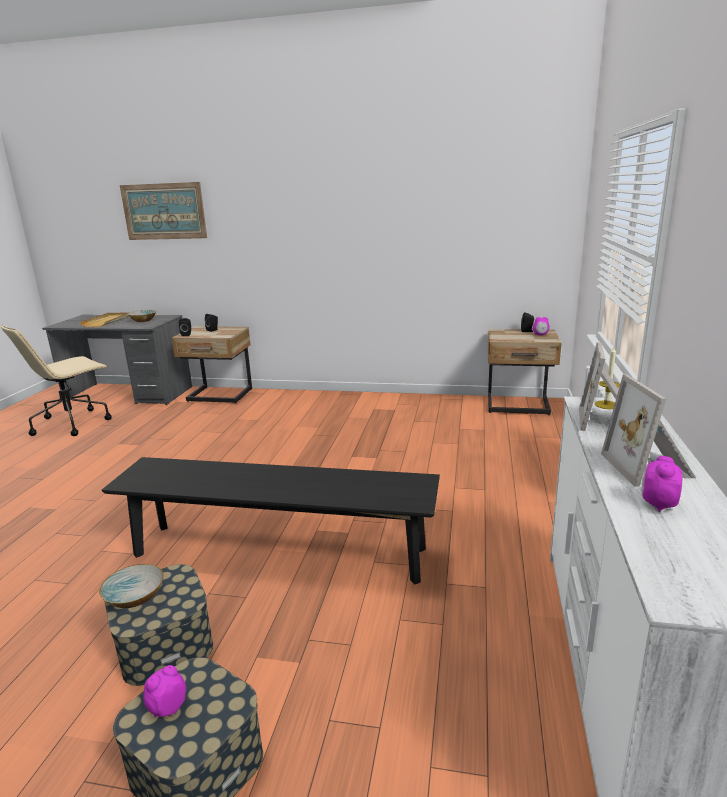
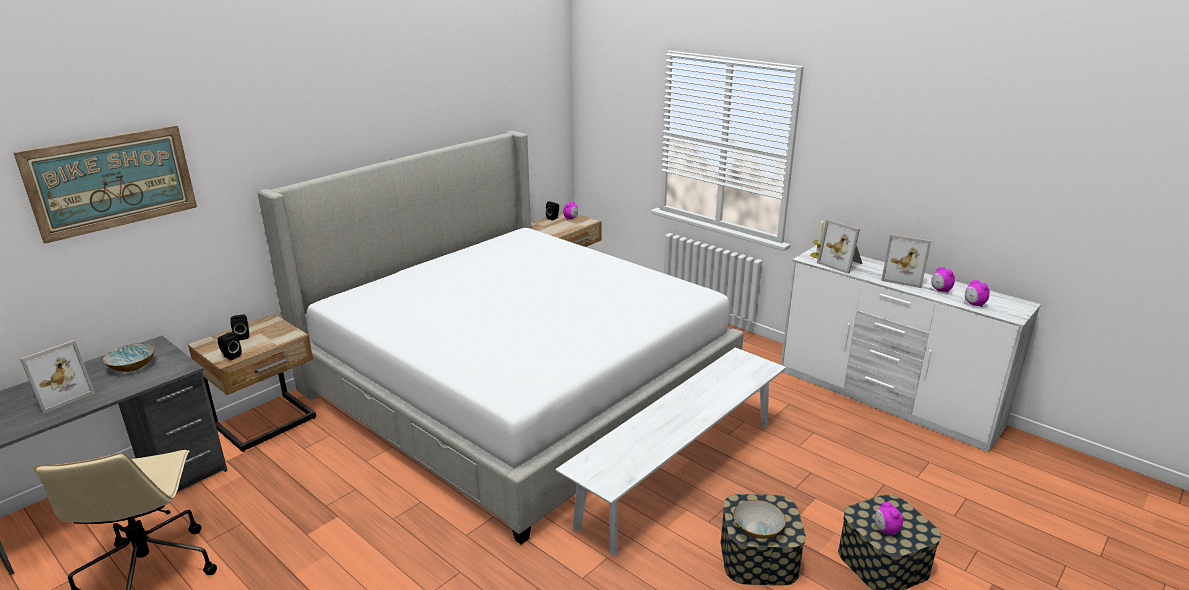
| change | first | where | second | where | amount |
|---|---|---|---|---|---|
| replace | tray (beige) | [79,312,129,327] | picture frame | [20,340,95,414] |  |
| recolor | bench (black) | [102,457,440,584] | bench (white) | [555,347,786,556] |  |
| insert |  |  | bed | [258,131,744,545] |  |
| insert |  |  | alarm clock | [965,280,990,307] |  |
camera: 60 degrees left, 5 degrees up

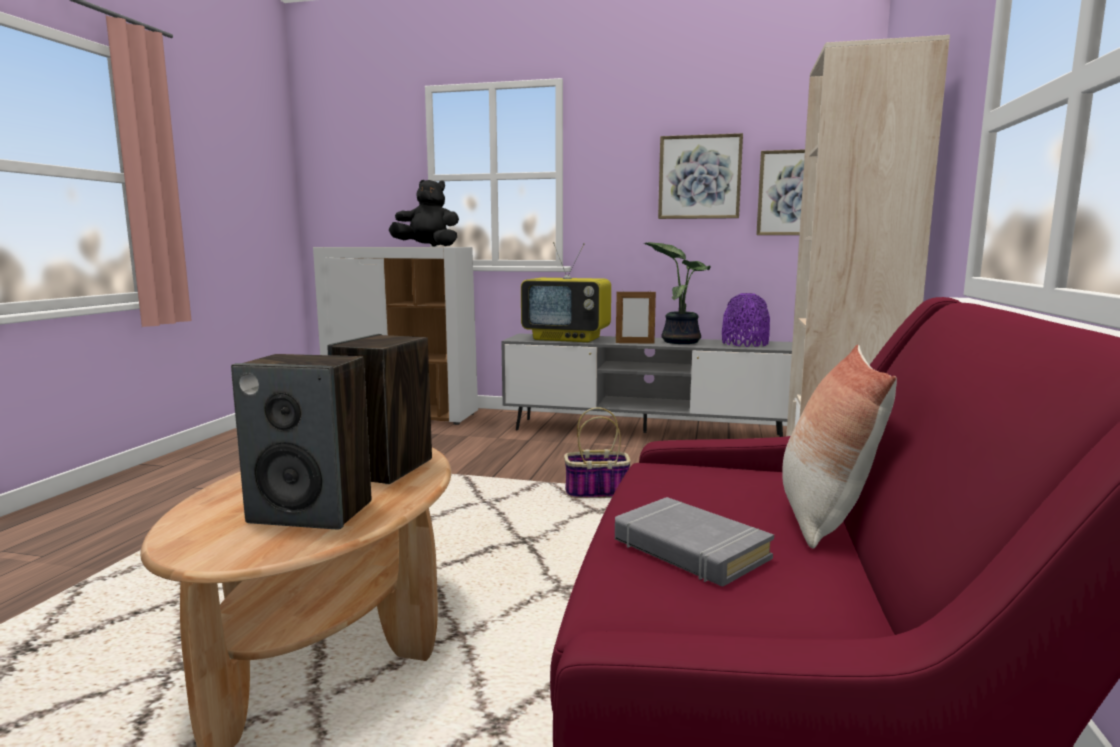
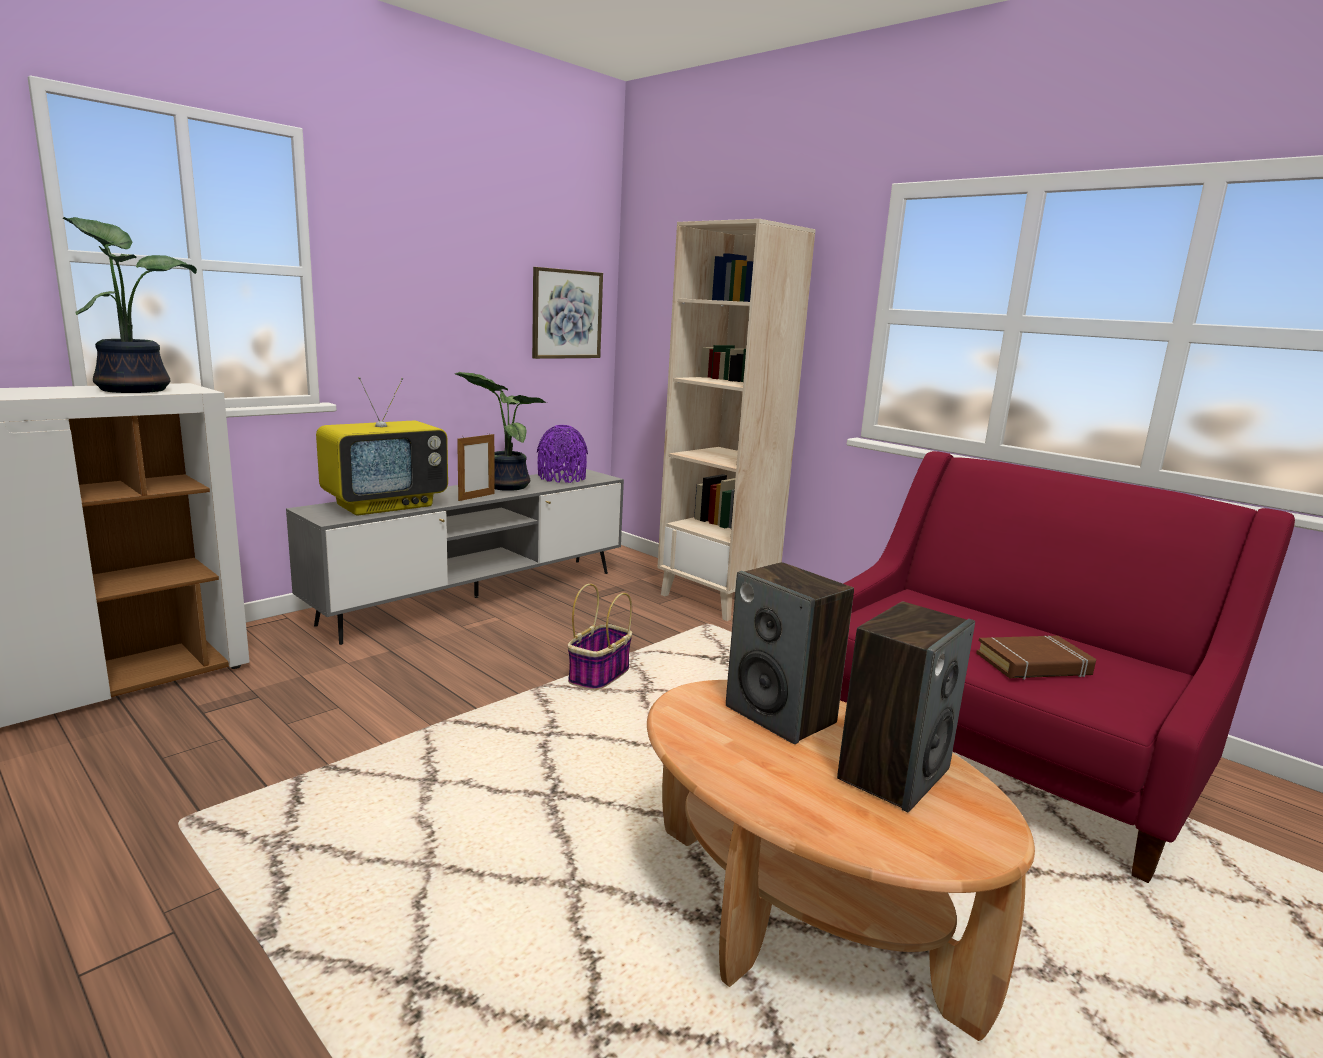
| change | first | where | second | where | amount |
|---|---|---|---|---|---|
| delete | picture | [658,133,743,219] |  |  |  |
| replace | plush toy (black) | [389,180,459,247] | potted plant | [63,217,197,393] |  |
| delete | pillow | [782,345,897,548] |  |  |  |
| recolor | book (grey) | [615,497,774,587] | book (brown) | [976,636,1096,680] |  |
camera: 60 degrees left, 5 degrees up

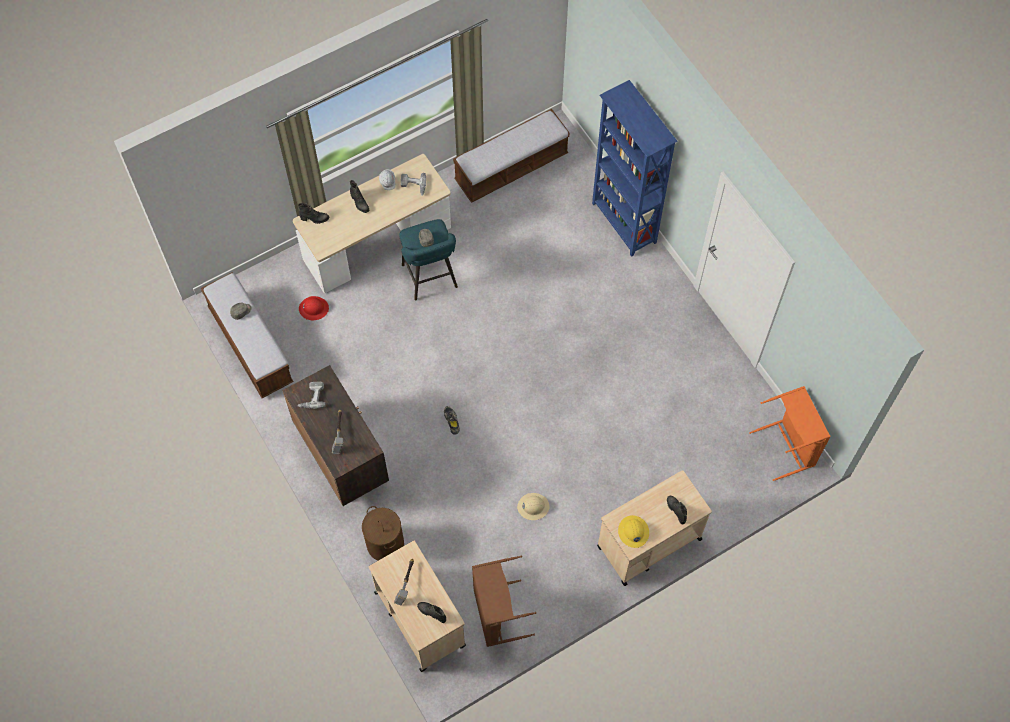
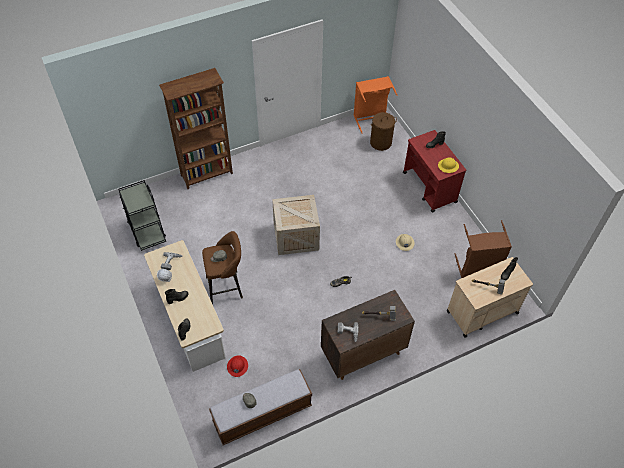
| change | first | where | second | where | amount |
|---|---|---|---|---|---|
| recolor | bookcase (blue) | [592,80,677,257] | bookcase (brown) | [159,68,233,189] |  |
| replace | bench | [453,109,570,203] | cart (black) | [118,180,166,251] |  |
| recolor | stool (turquoise) | [399,219,458,300] | stool (brown) | [202,231,243,304] |  |
| recolor | cart (beige) | [597,470,712,586] | cart (red) | [403,130,466,213] |  |
| move | laundry basket (brown) | [362,506,404,560] |  | [370,112,397,151] |  |
| insert |  |  | crate | [272,195,320,255] |  |
camera: 85 degrees left, 10 degrees down

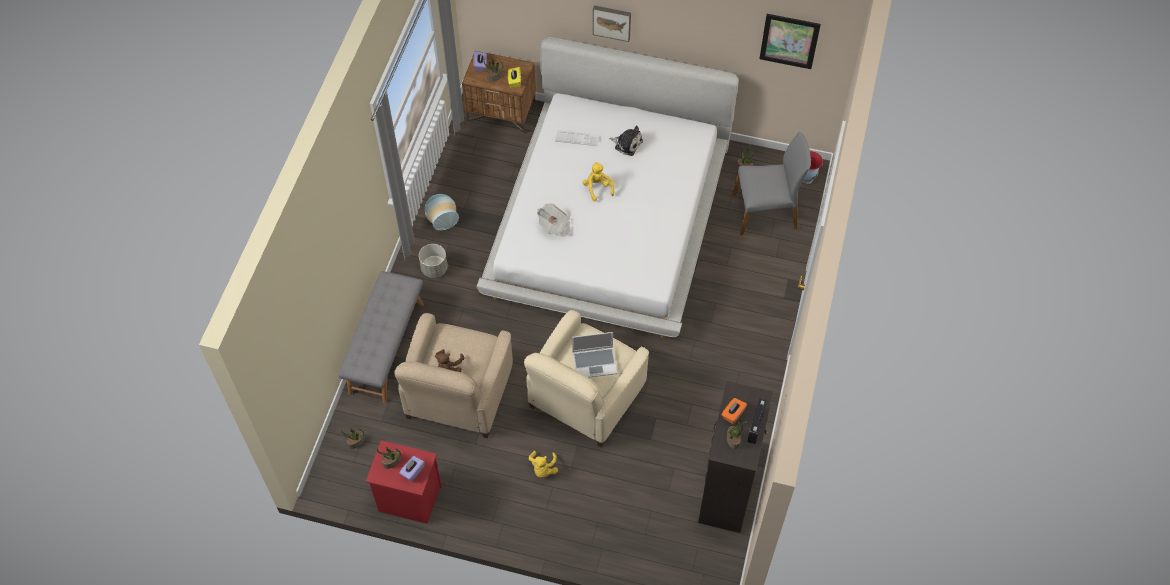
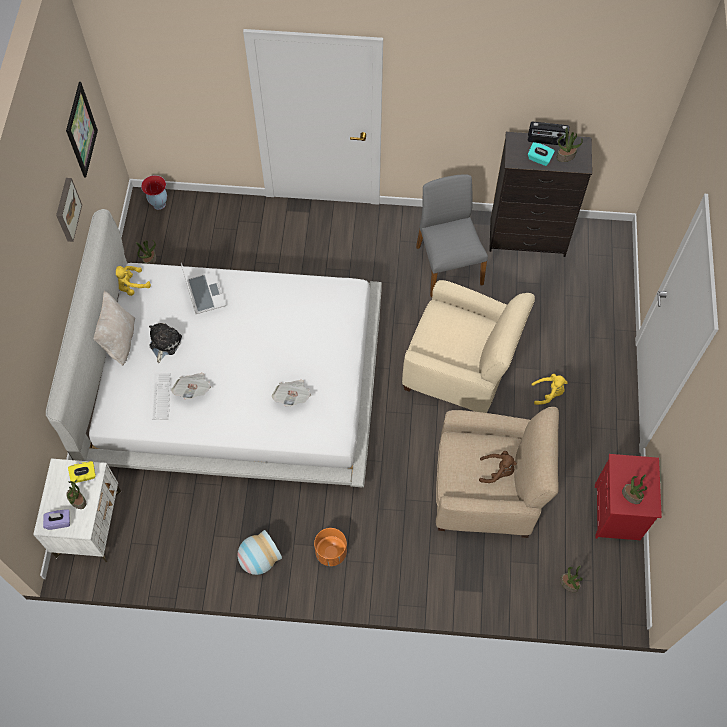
| change | first | where | second | where | amount |
|---|---|---|---|---|---|
| move | picture | [593,5,631,42] |  | [56,178,82,242] |  |
| recolor | nightstand (brown) | [462,51,536,134] | nightstand (white) | [33,458,121,562] |  |
| move | chair (grey) | [733,132,811,235] |  | [416,174,488,297] |  |
| move | plush toy (yellow) | [583,162,614,202] |  | [116,266,151,296] |  |
| recolor | planter (grey) | [419,244,448,278] | planter (orange) | [314,528,347,566] |  |
| delete | bench (grey) | [338,271,424,404] |  |  |  |
| move | laptop | [572,332,617,378] |  | [181,263,226,314] |  |
| recolor | tissue box (orange) | [722,398,747,424] | tissue box (turquoise) | [528,142,555,166] |  |
| delete | tissue box (purple) | [399,456,425,482] |  |  |  |
| insert |  |  | pillow (beige) | [94,291,135,366] |  |
| insert |  |  | newspaper | [171,373,211,399] |  |
camera: 100 degrees left, 5 degrees up

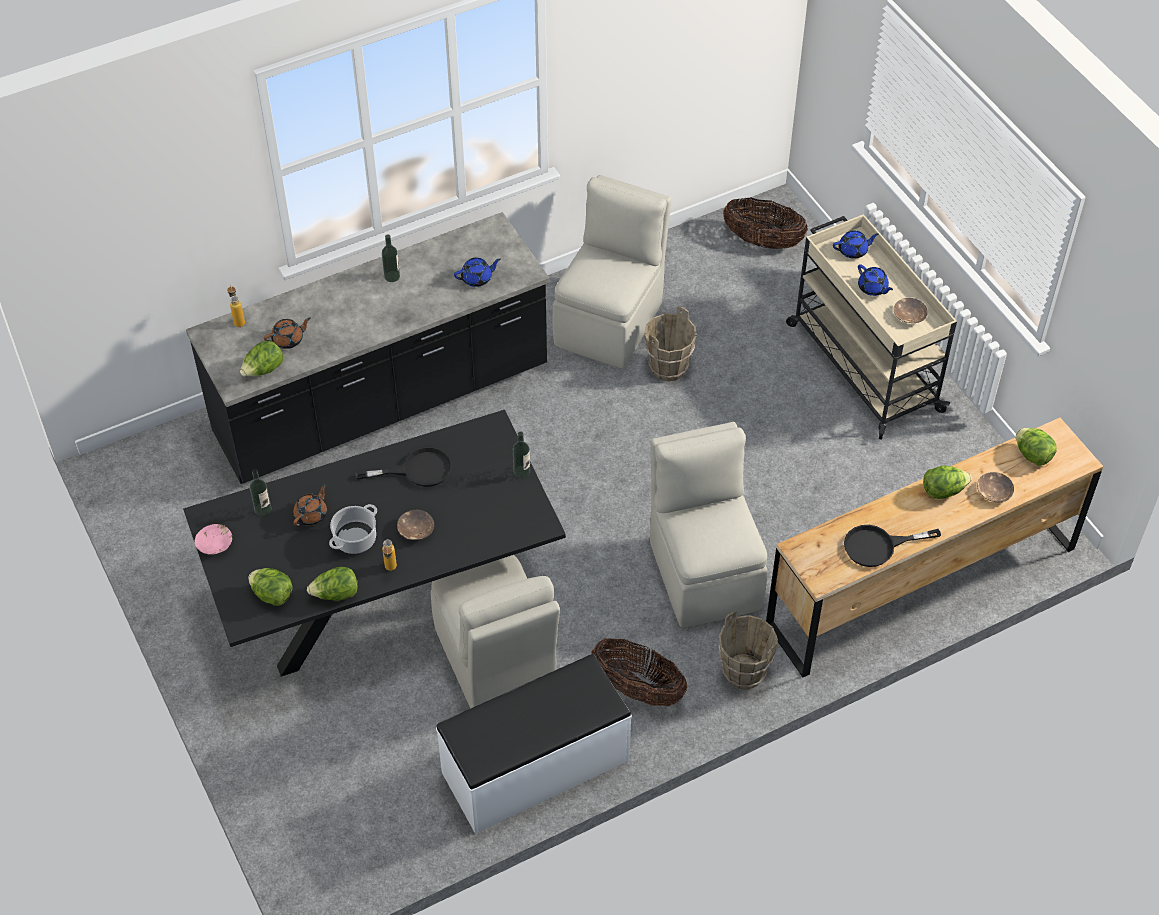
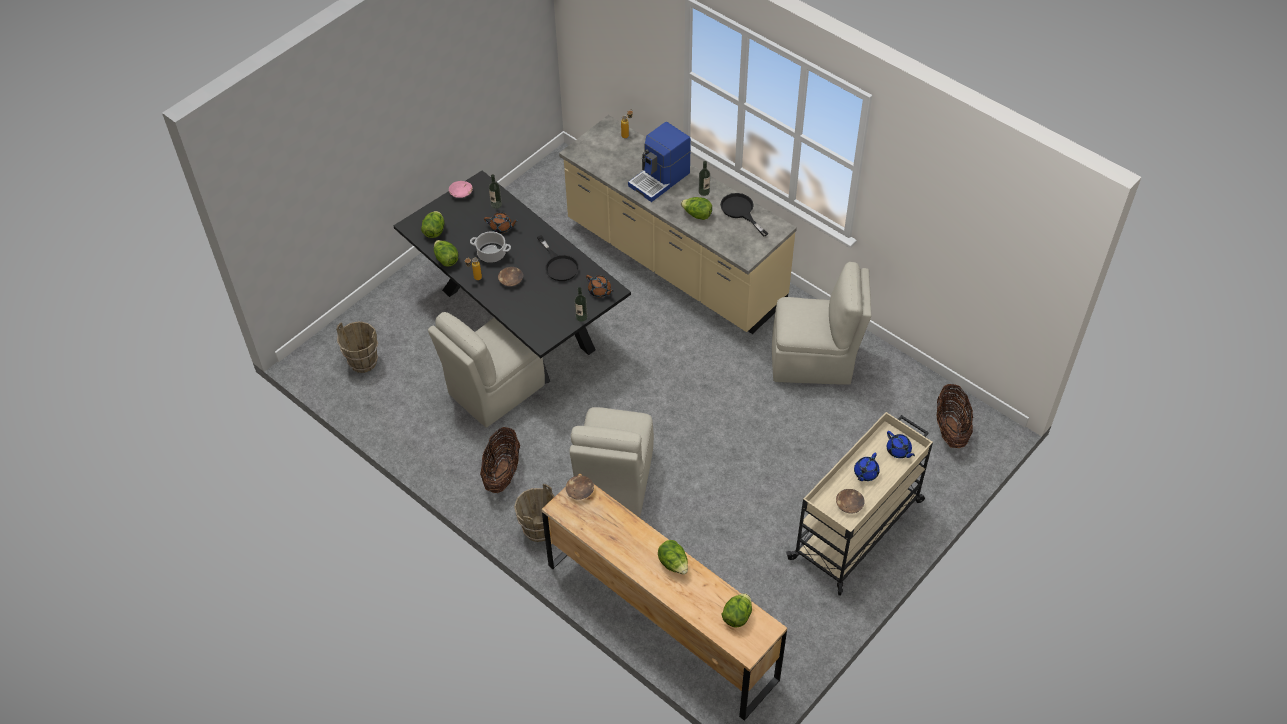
| change | first | where | second | where | amount |
|---|---|---|---|---|---|
| recolor | counter (black) | [186,212,550,484] | counter (beige) | [559,115,797,334] |  |
| delete | teapot (blue) | [454,258,501,287] |  |  |  |
| move | bucket (brown) | [644,307,697,381] |  | [336,321,378,373] |  |
| move | teapot (brown) | [264,318,311,349] |  | [586,275,614,297] |  |
| move | lettuce | [240,341,283,377] |  | [681,197,712,220] |  |
| rotate | chair (beige) | [650,422,768,628] |  | [569,407,654,517] | 135 degrees clockwise |
| move | bowl (brown) | [977,472,1014,502] |  | [566,475,594,500] |  |
| move | frying pan (black) | [844,525,941,567] |  | [720,193,768,237] |  |
| delete | bench (white) | [436,654,632,834] |  |  |  |
| insert |  |  | coffee machine | [628,122,691,202] |  |
camera: 70 degrees right, 0 degrees up

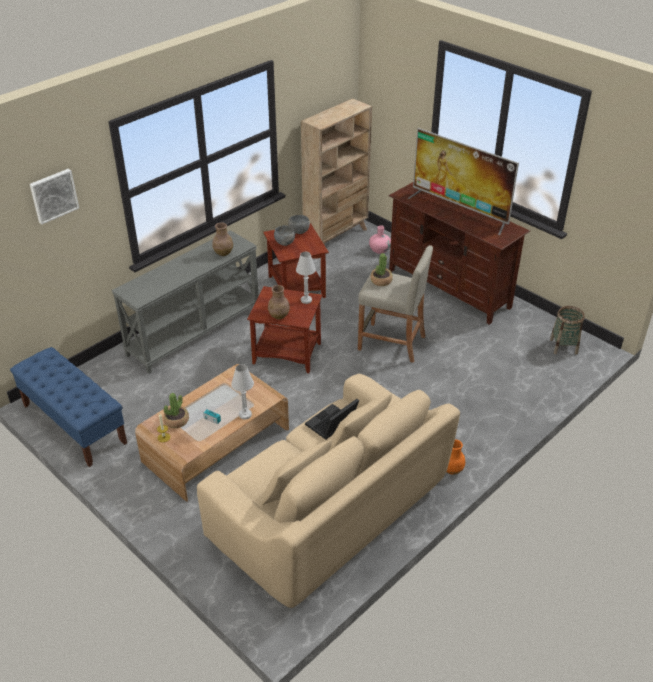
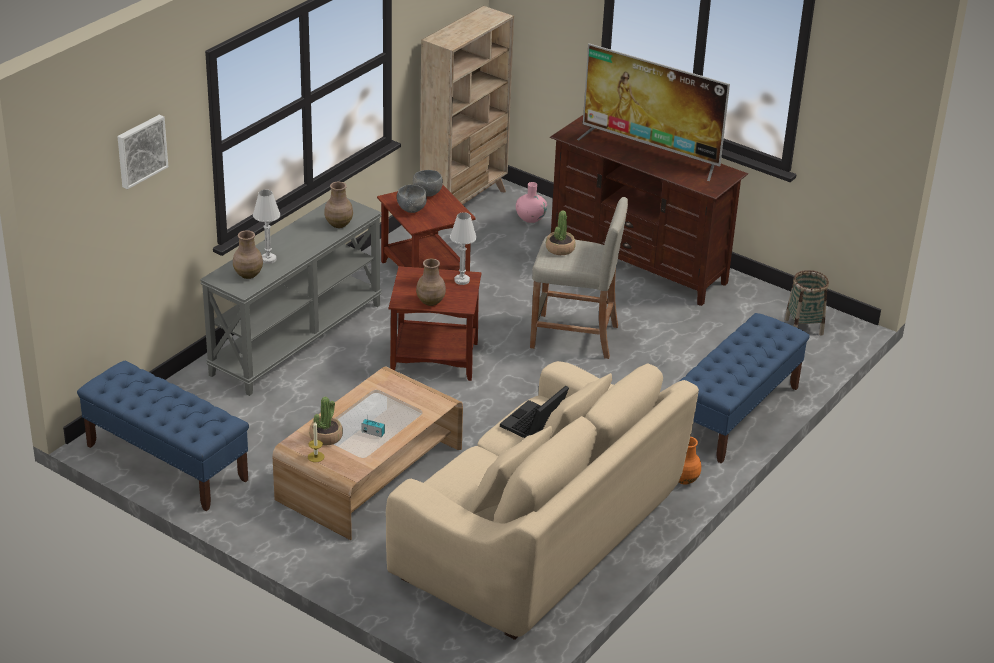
| change | first | where | second | where | amount |
|---|---|---|---|---|---|
| move | table lamp (white) | [231,364,254,420] |  | [253,190,280,264] |  |
| insert |  |  | vase (brown) | [233,230,263,279] |  |
| insert |  |  | bench (blue) | [678,313,810,464] |  |
camera: 10 degrees left, 5 degrees down

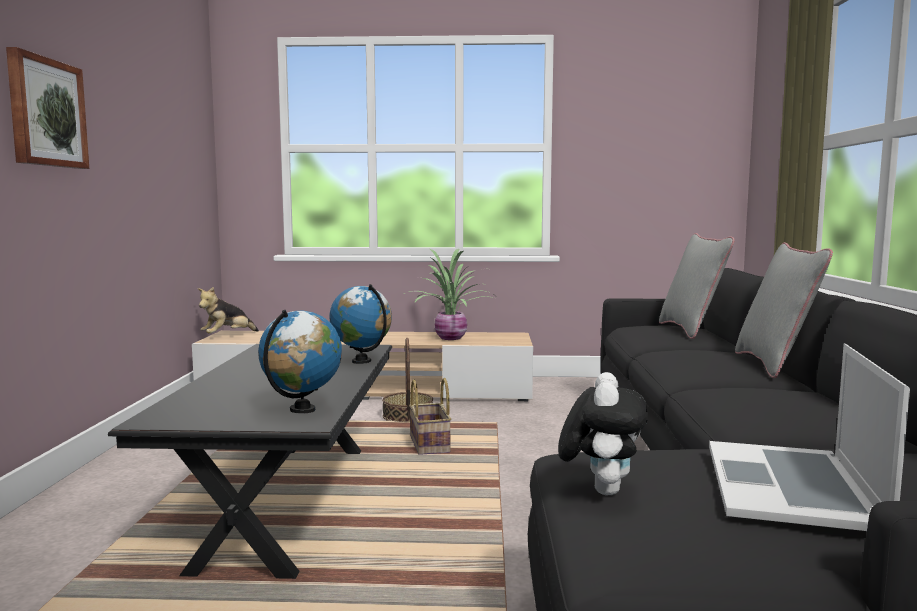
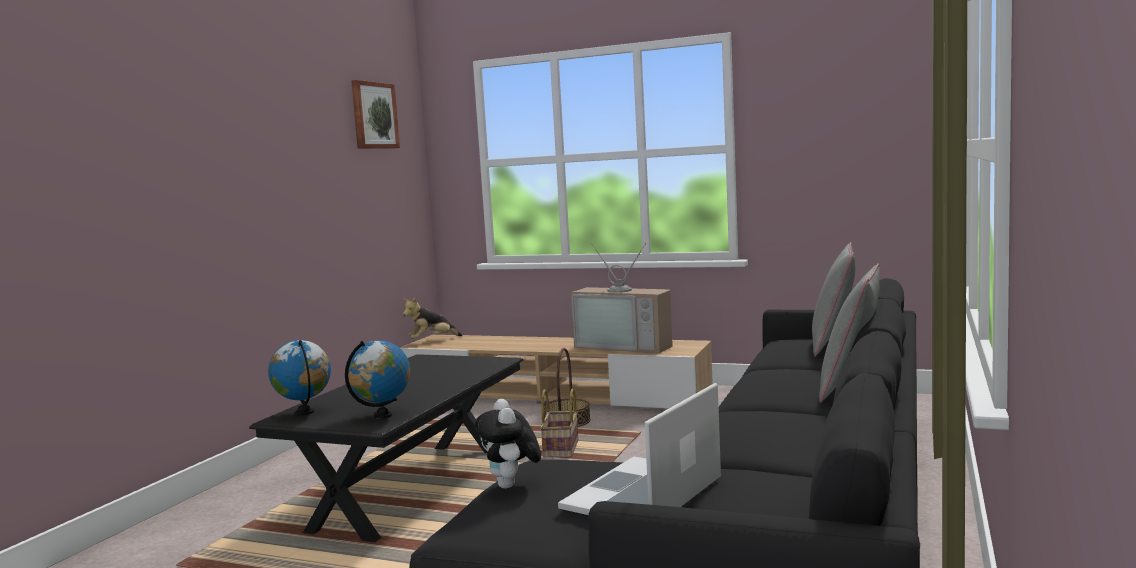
| change | first | where | second | where | amount |
|---|---|---|---|---|---|
| move | picture | [6,47,89,169] |  | [351,80,400,149] |  |
| replace | potted plant | [404,249,497,340] | television | [571,243,673,354] |  |
| move | globe | [329,284,392,364] |  | [268,340,331,416] |  |
| rotate | plush toy | [558,372,648,495] |  | [475,399,541,489] | 135 degrees clockwise |
camera: 20 degrees right, 0 degrees up

